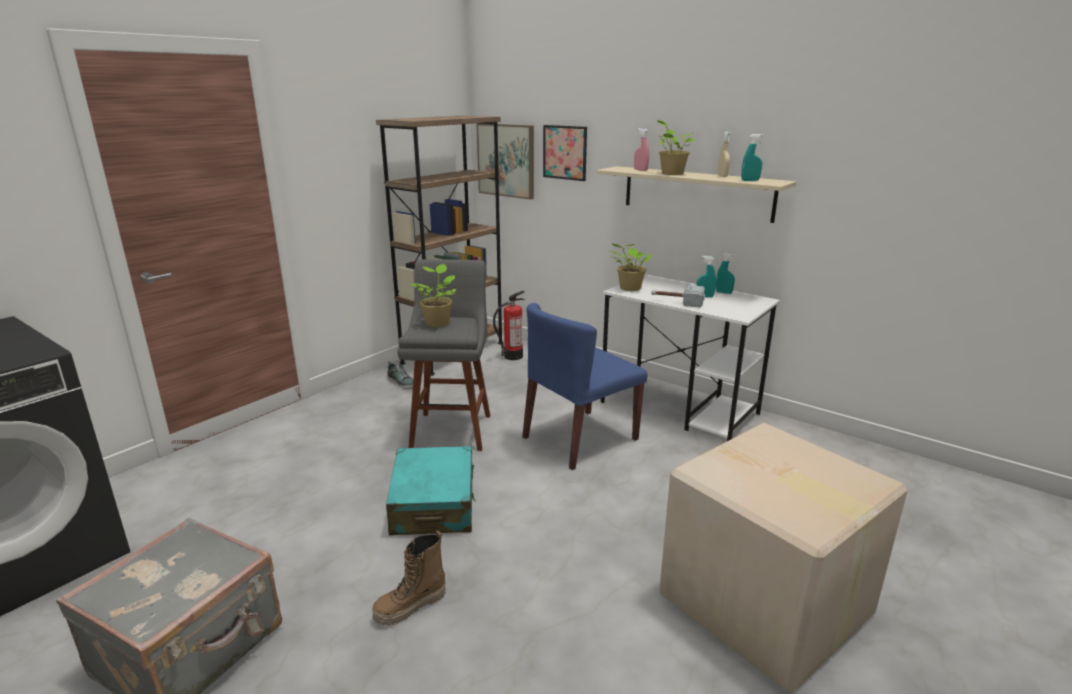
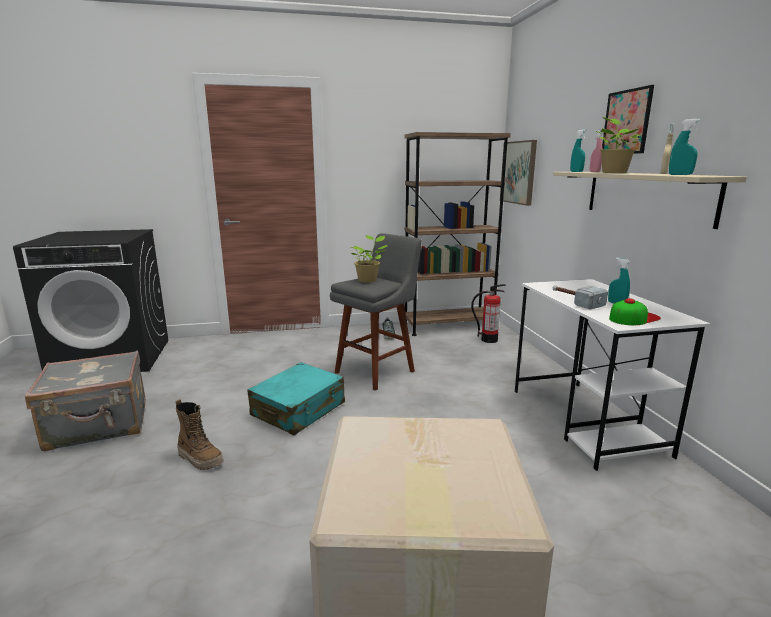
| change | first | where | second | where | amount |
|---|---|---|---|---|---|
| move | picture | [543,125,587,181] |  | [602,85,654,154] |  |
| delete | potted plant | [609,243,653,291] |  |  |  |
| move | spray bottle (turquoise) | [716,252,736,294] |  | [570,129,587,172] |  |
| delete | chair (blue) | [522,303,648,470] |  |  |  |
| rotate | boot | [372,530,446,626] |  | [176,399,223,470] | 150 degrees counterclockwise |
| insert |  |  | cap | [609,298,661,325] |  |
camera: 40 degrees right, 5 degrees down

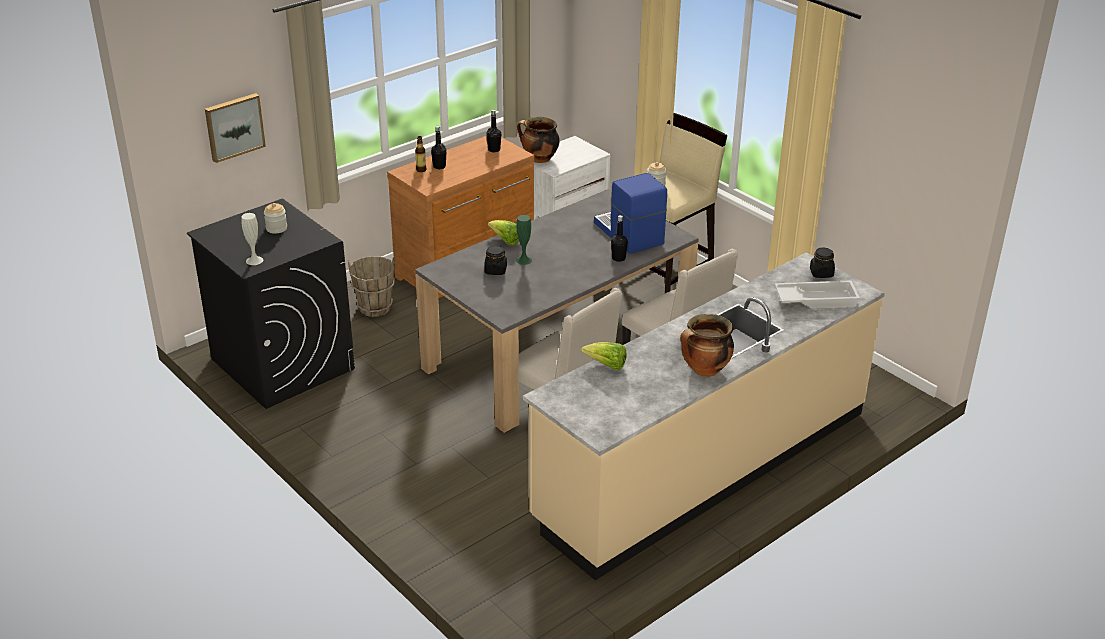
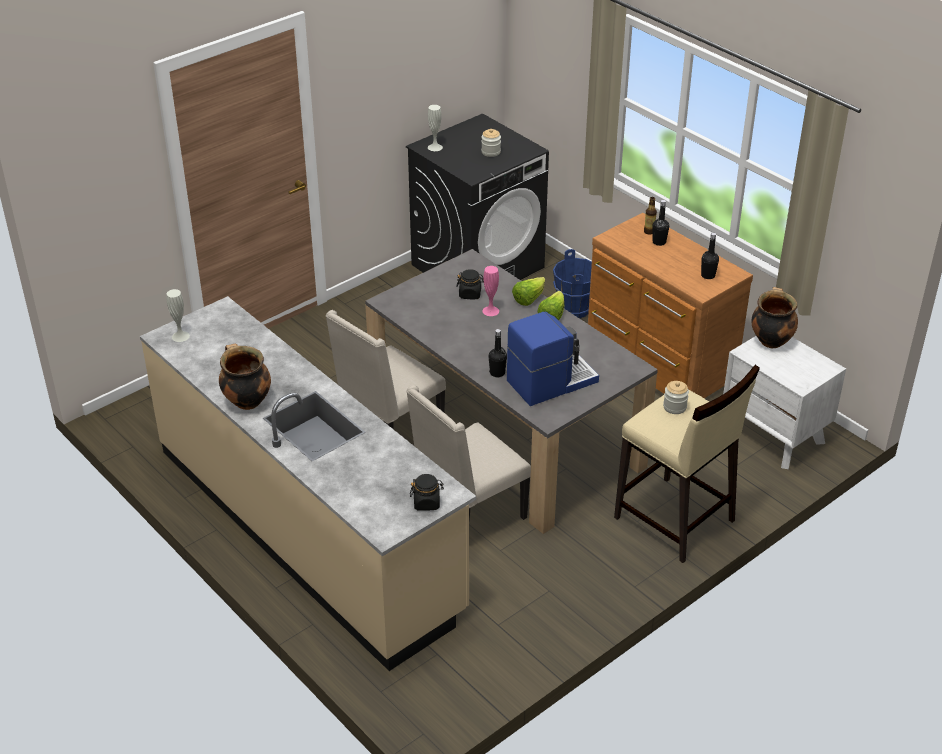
| change | first | where | second | where | amount |
|---|---|---|---|---|---|
| delete | picture | [205,93,266,163] |  |  |  |
| recolor | vase (green) | [516,215,532,265] | vase (pink) | [482,266,499,316] |  |
| recolor | bucket (brown) | [348,256,395,317] | bucket (blue) | [553,249,592,318] |  |
| delete | tray (white) | [775,280,860,308] |  |  |  |
| move | lettuce | [581,342,626,370] |  | [537,291,564,320] |  |
| insert |  |  | vase (white) | [166,289,190,342] |  |
camera: 90 degrees right, 5 degrees up

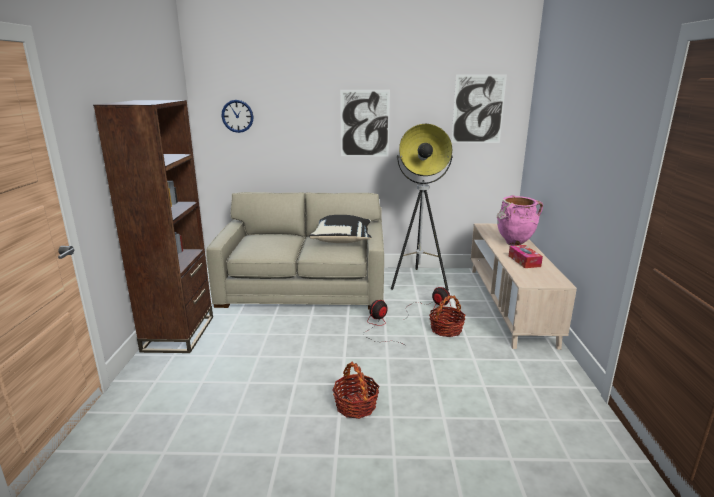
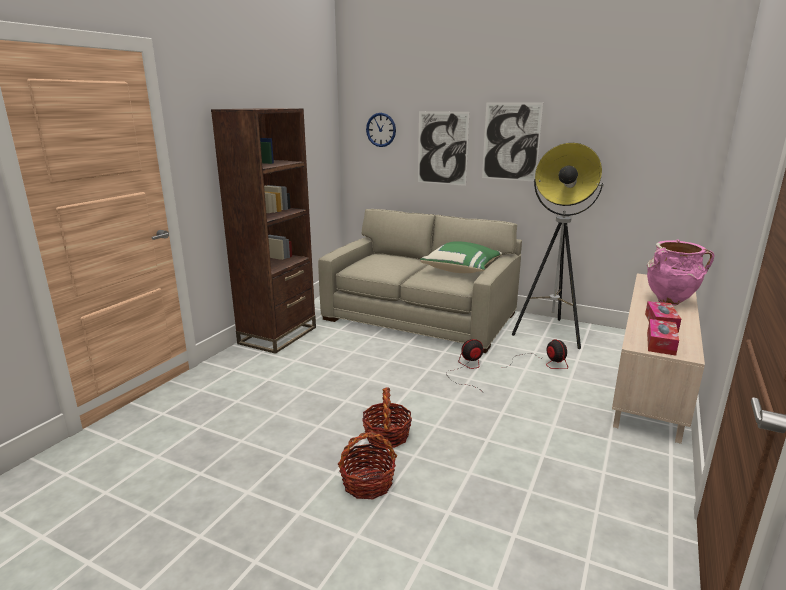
| change | first | where | second | where | amount |
|---|---|---|---|---|---|
| move | picture | [451,74,507,143] |  | [418,111,469,186] |  |
| recolor | pillow (black) | [309,215,371,243] | pillow (green) | [420,241,502,273] |  |
| move | basket | [429,295,465,337] |  | [338,432,397,499] |  |
| insert |  |  | tissue box | [647,319,679,356] |  |
camera: 25 degrees right, 0 degrees up

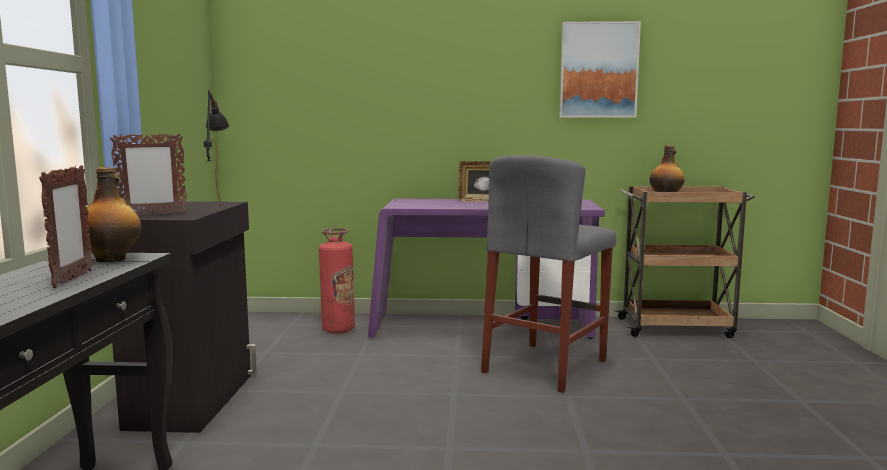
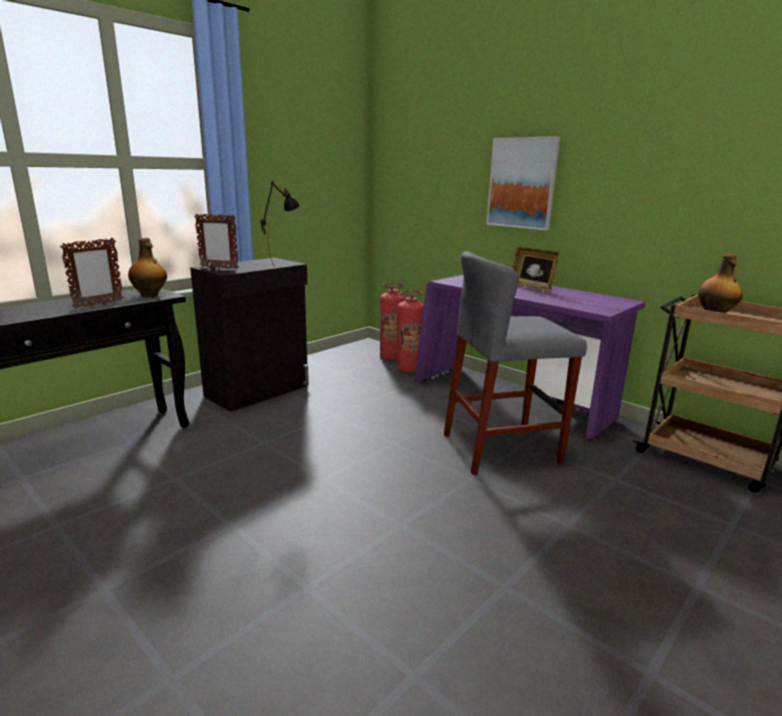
| change | first | where | second | where | amount |
|---|---|---|---|---|---|
| move | picture | [559,21,641,118] |  | [486,136,560,231] |  |
| insert |  |  | fire extinguisher | [380,282,406,361] |  |
camera: 40 degrees right, 10 degrees up

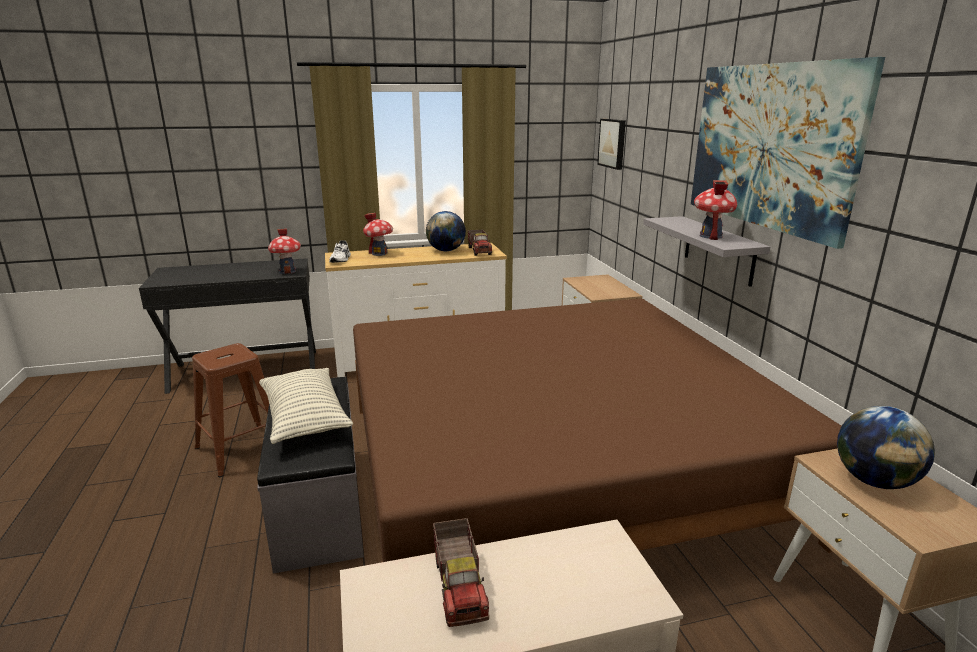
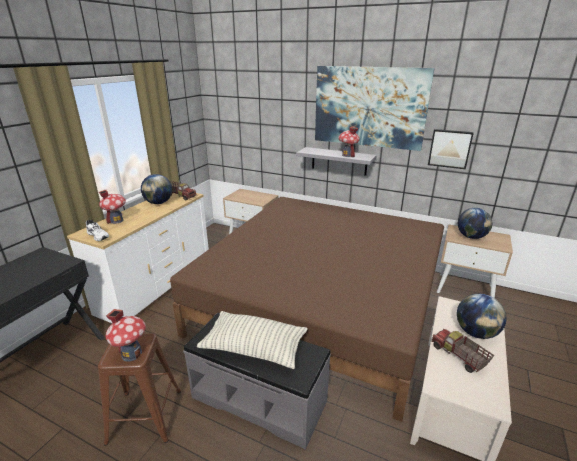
| change | first | where | second | where | amount |
|---|---|---|---|---|---|
| move | picture | [597,119,626,170] |  | [428,129,474,169] |  |
| move | toy house | [268,229,301,274] |  | [105,309,146,362] |  |
| rotate | toy truck | [433,518,489,627] |  | [431,329,494,373] | 150 degrees counterclockwise |
| insert |  |  | globe | [457,294,507,339] |  |
camera: 50 degrees left, 5 degrees up

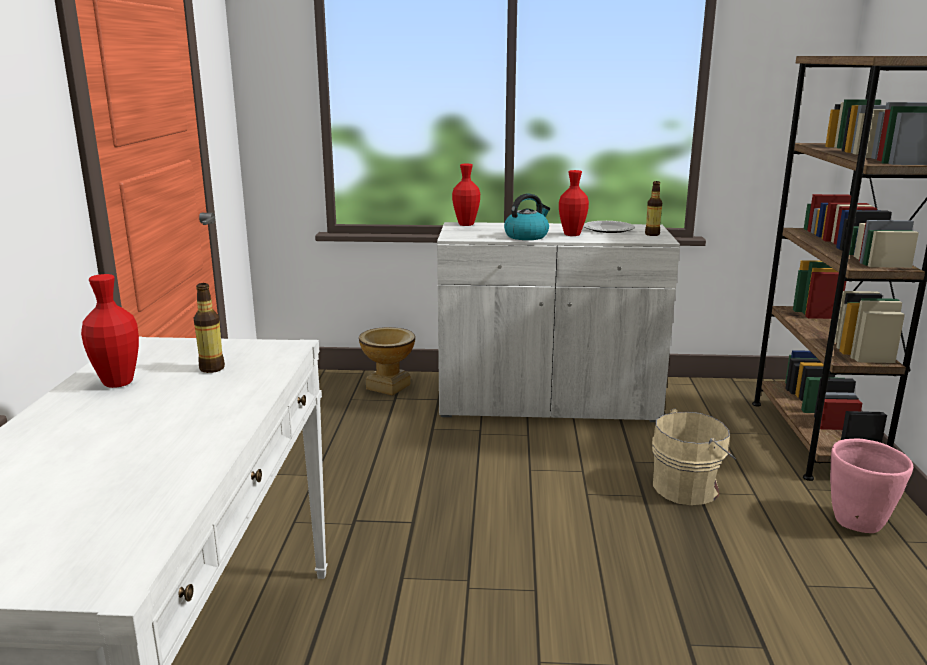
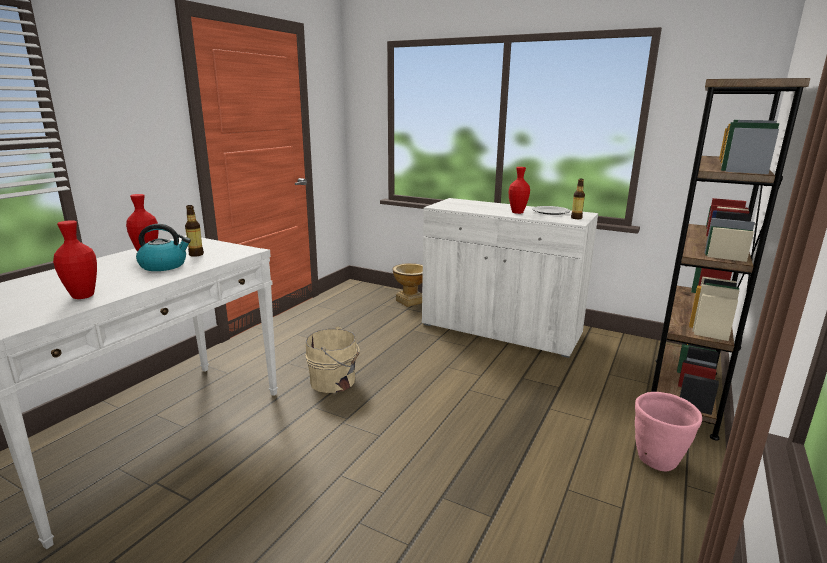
| change | first | where | second | where | amount |
|---|---|---|---|---|---|
| move | vase (red) | [452,164,480,226] |  | [53,220,97,299] |  |
| move | kettle | [504,194,550,240] |  | [136,224,191,271] |  |
| move | bucket (beige) | [652,409,736,505] |  | [305,326,360,393] |  |
camera: 25 degrees right, 0 degrees up

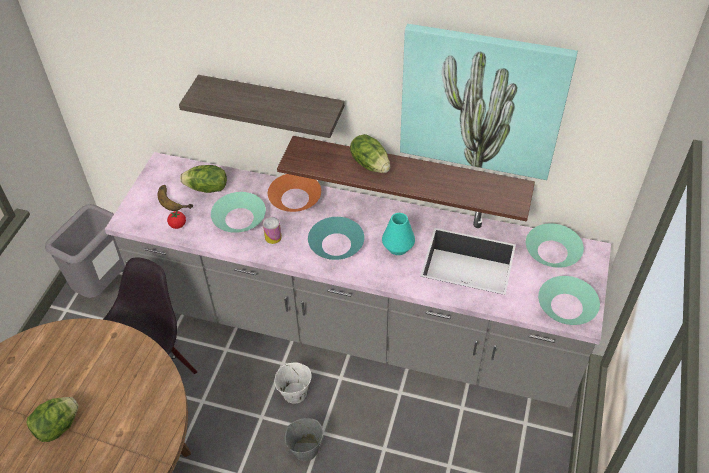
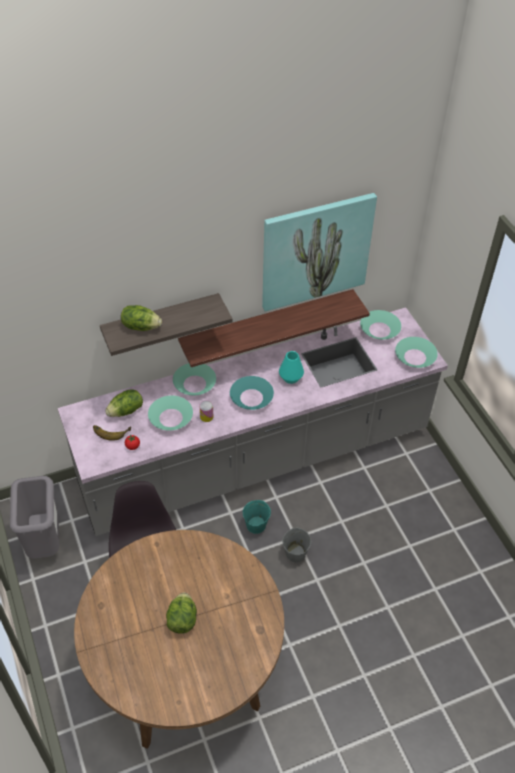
| change | first | where | second | where | amount |
|---|---|---|---|---|---|
| move | lettuce | [350,134,390,173] |  | [121,305,162,331] |  |
| recolor | bowl (orange) | [268,174,321,212] | bowl (turquoise) | [173,363,216,396] |  |
| recolor | bucket (white) | [274,362,312,404] | bucket (turquoise) | [243,500,271,534] |  |
camera: 40 degrees left, 0 degrees up

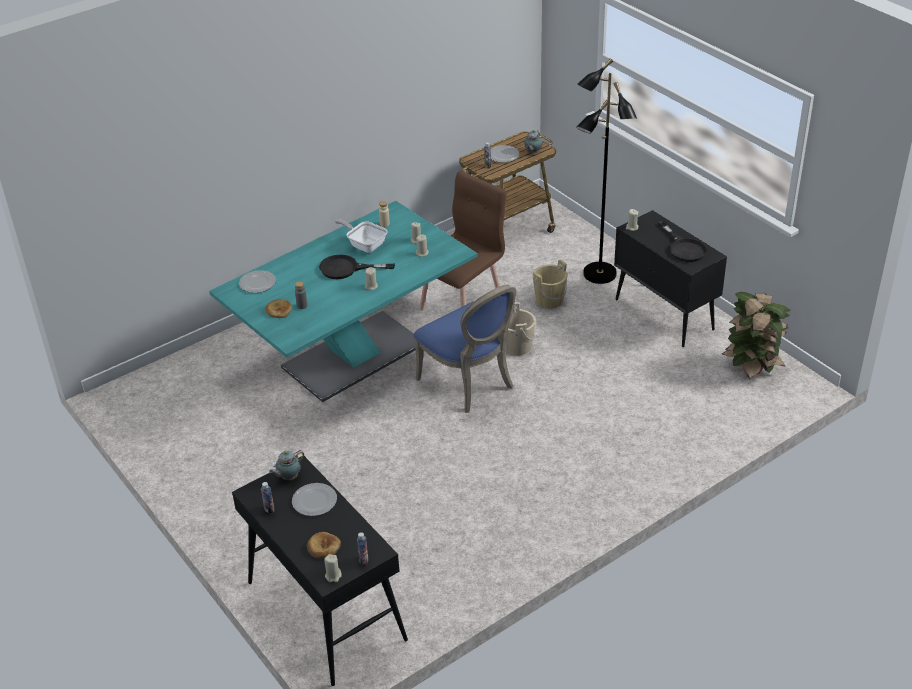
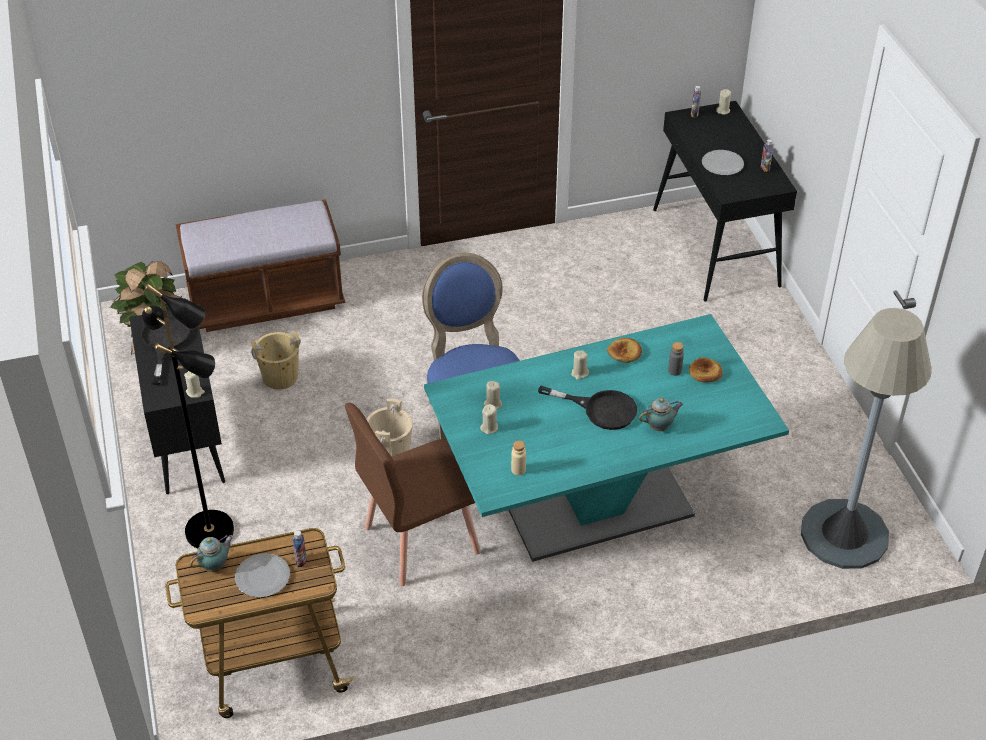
| change | first | where | second | where | amount |
|---|---|---|---|---|---|
| delete | frying pan | [335,219,388,253] |  |  |  |
| move | bucket (beige) | [533,259,567,309] |  | [251,331,301,390] |  |
| delete | plate | [239,270,276,293] |  |  |  |
| move | teapot | [269,450,304,480] |  | [639,398,684,431] |  |
| move | bread | [307,532,341,558] |  | [607,338,642,363] |  |
| insert |  |  | bench (brown) | [176,199,345,332] |  |
| insert |  |  | floor lamp (grey) | [801,308,931,569] |  |
camera: 160 degrees left, 5 degrees up

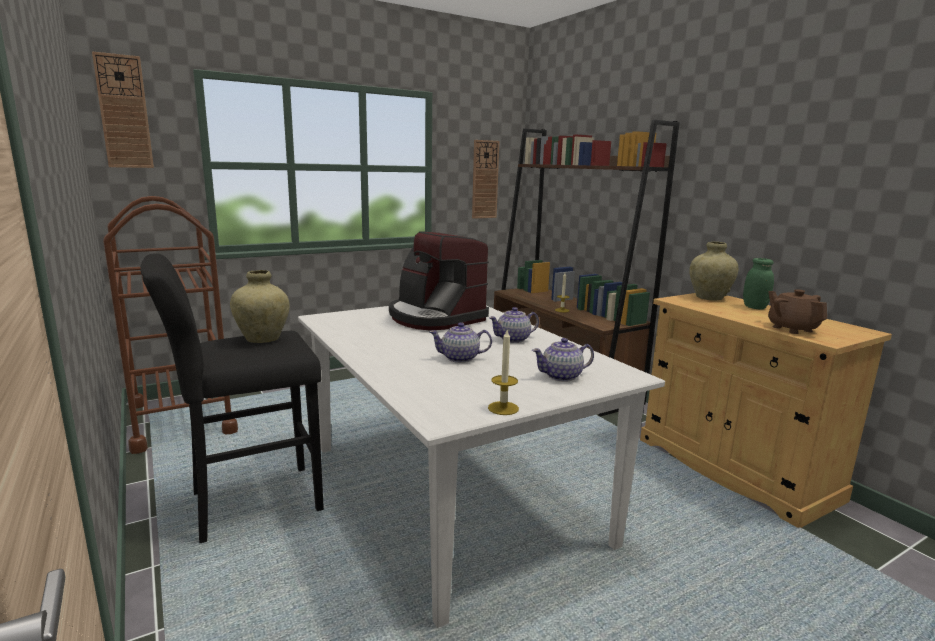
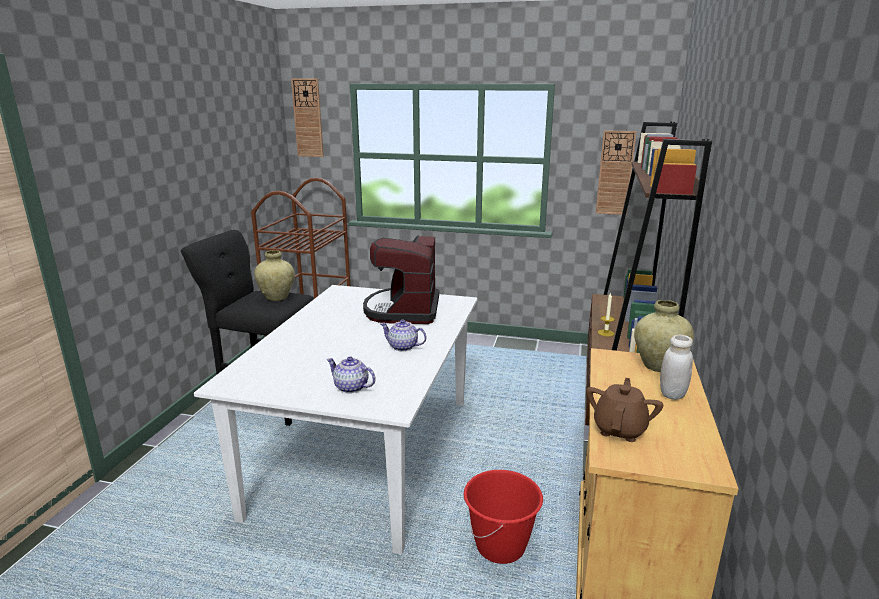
| change | first | where | second | where | amount |
|---|---|---|---|---|---|
| recolor | jar (green) | [743,258,774,310] | jar (white) | [660,335,693,400] |  |
| delete | teapot | [429,322,492,363] |  |  |  |
| delete | candle | [488,330,519,415] |  |  |  |
| insert |  |  | bucket (red) | [464,470,543,564] |  |
camera: 45 degrees right, 5 degrees up

